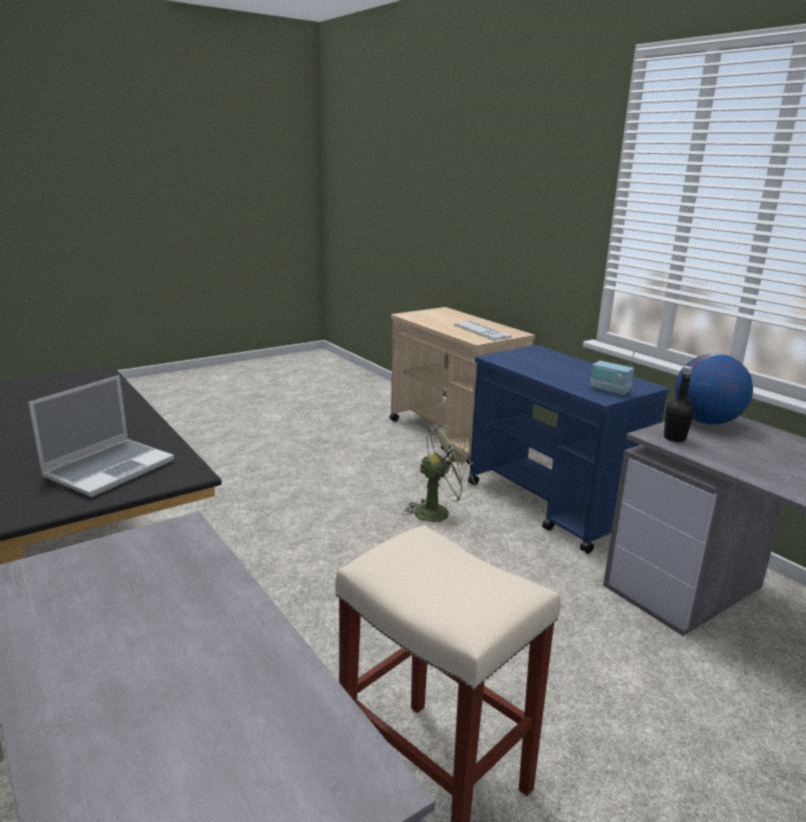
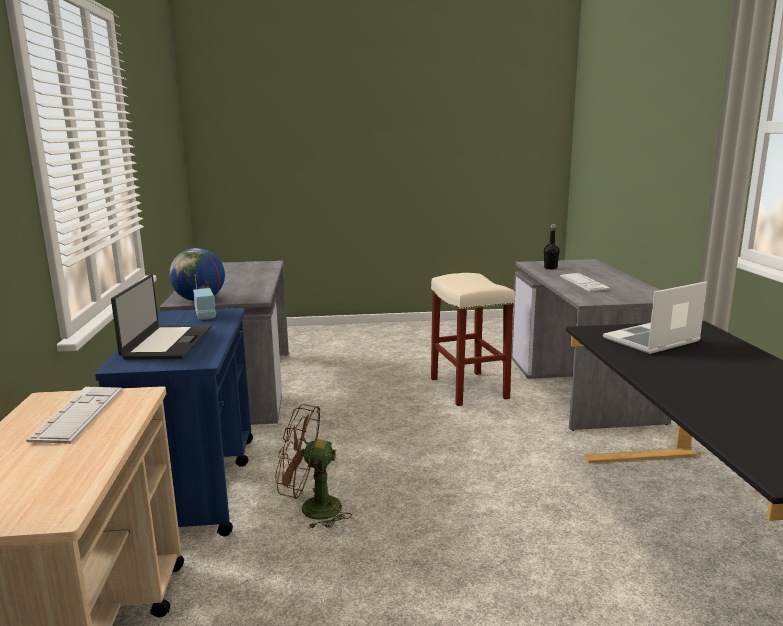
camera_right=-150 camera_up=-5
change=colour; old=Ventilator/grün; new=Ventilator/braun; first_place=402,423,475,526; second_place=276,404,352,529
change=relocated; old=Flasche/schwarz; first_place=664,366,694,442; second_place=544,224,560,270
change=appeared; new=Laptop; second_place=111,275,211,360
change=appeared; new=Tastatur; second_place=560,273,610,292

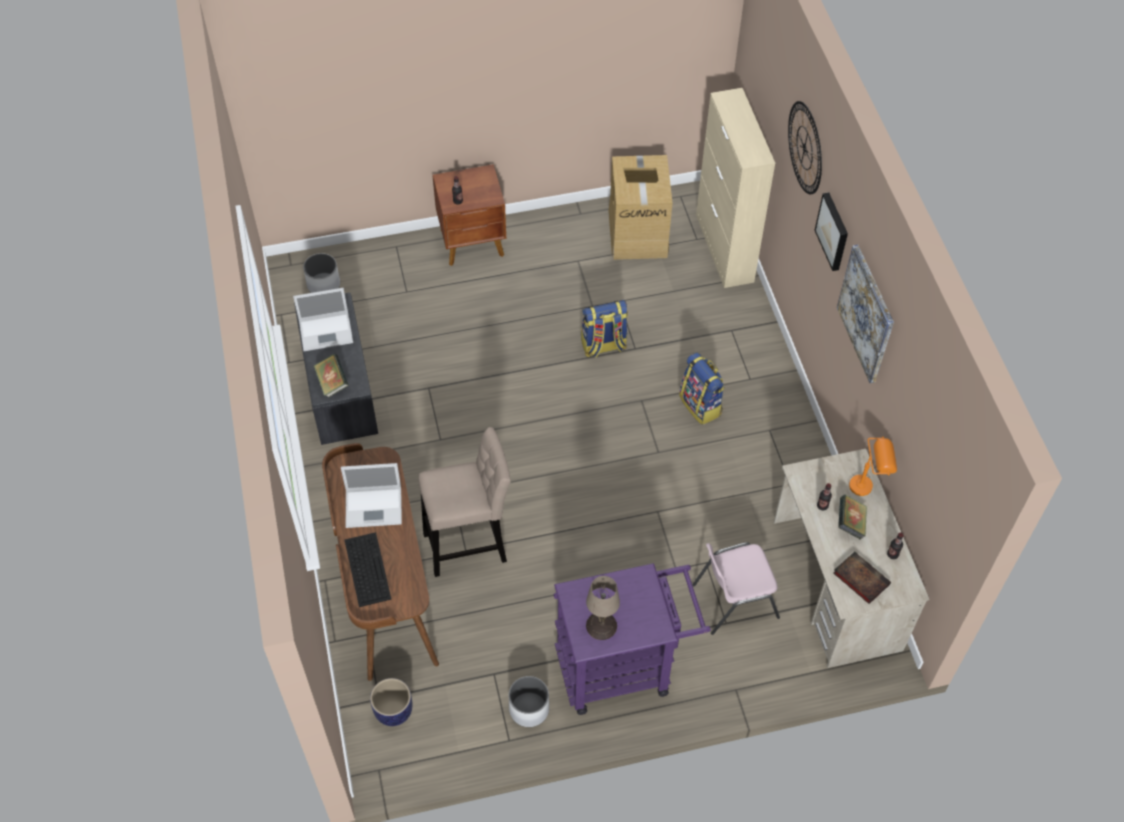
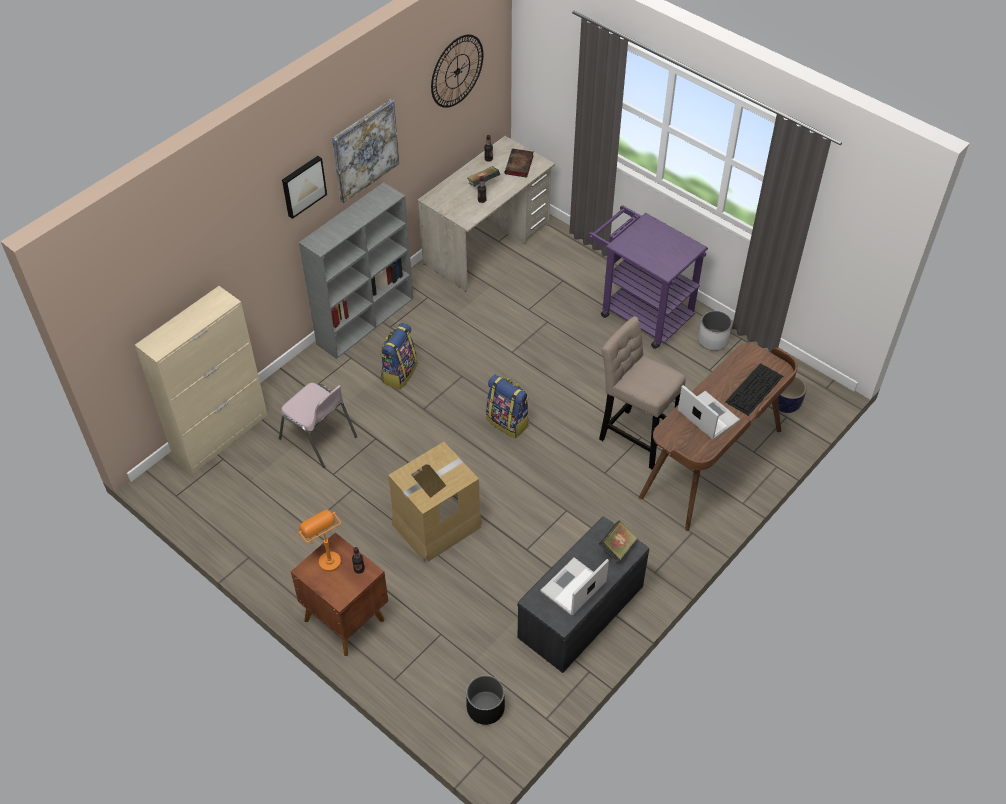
camera_right=-125 camera_up=-5
change=spun; old=Laptop; first_place=293,288,353,351; second_place=540,557,609,615; degrees=-90
change=colour; old=Pflanzkübel/weiß; new=Pflanzkübel/schwarz; first_place=303,253,340,293; second_place=466,675,505,725
change=relocated; old=Rucksack; first_place=581,300,628,357; second_place=486,374,529,438
change=missing; old=Tischlampe/beige; first_place=586,576,620,640
change=relocated; old=Karton; first_place=608,155,672,260; second_place=388,442,482,563
change=relocated; old=Stuhl/rosa; first_place=692,542,780,635; second_place=279,383,357,468
change=relocated; old=Wanduhr; first_place=788,101,822,194; second_place=431,34,483,108
change=relocated; old=Tischlampe/orange; first_place=849,437,897,496; second_place=298,510,341,572
change=appeared; new=Bücherregal/grau; second_place=299,182,413,359

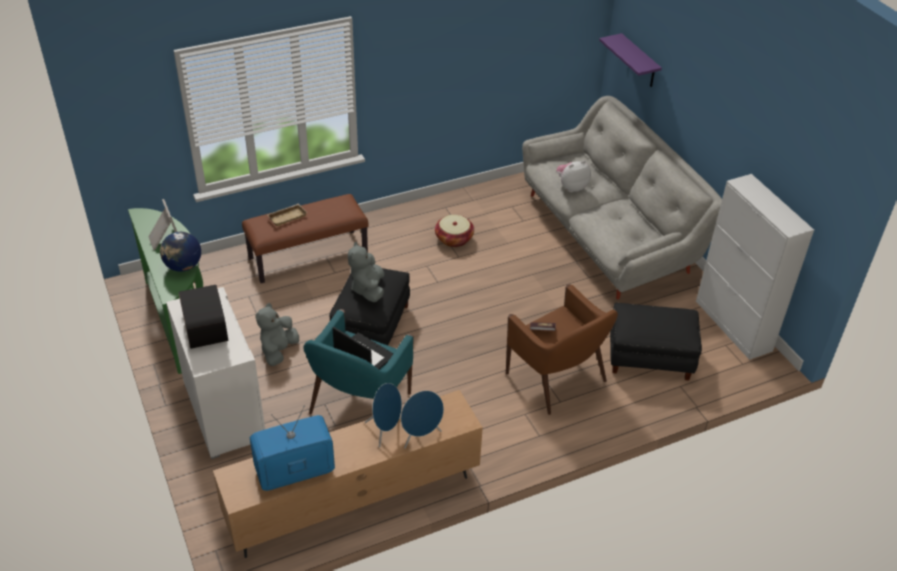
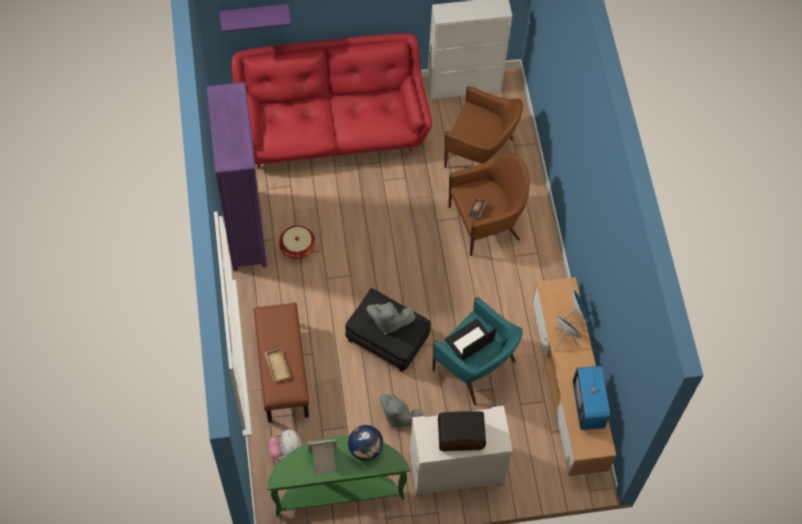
camera_right=-75 camera_up=20
change=colour; old=Sofa/grau; new=Sofa/rot; first_place=522,96,722,299; second_place=232,34,432,169
change=relocated; old=Plüschtier; first_place=557,161,591,192; second_place=269,429,302,460
change=exchanged; old=Polsterhocker/schwarz; new=Sessel/braun; first_place=610,303,702,380; second_place=444,86,523,168
change=appeared; new=Bücherregal/lila; second_place=207,82,267,271

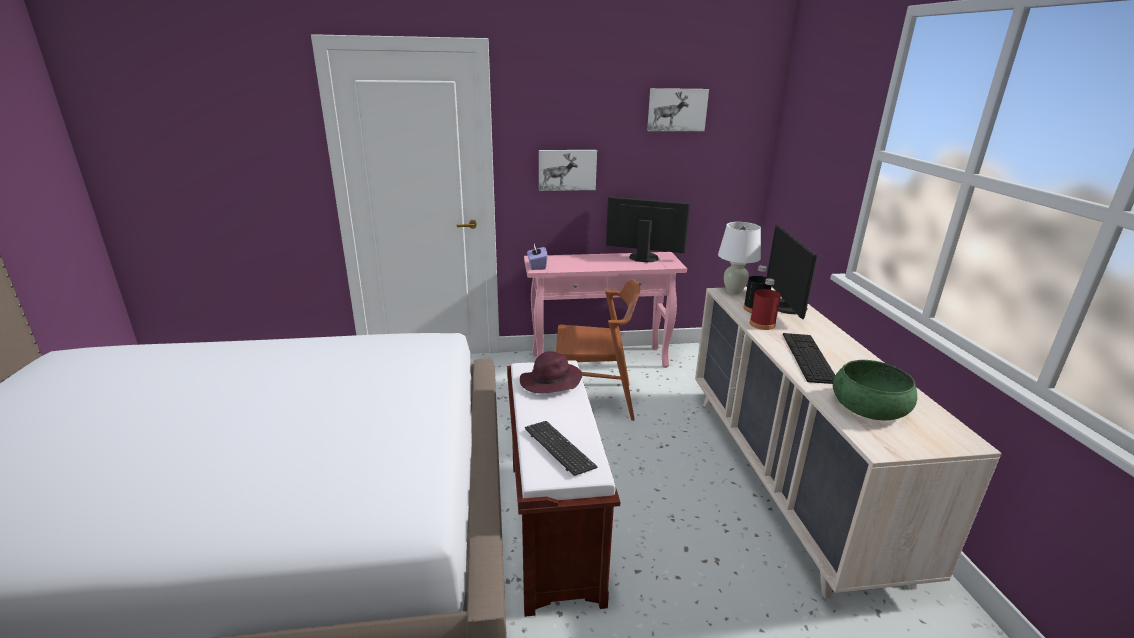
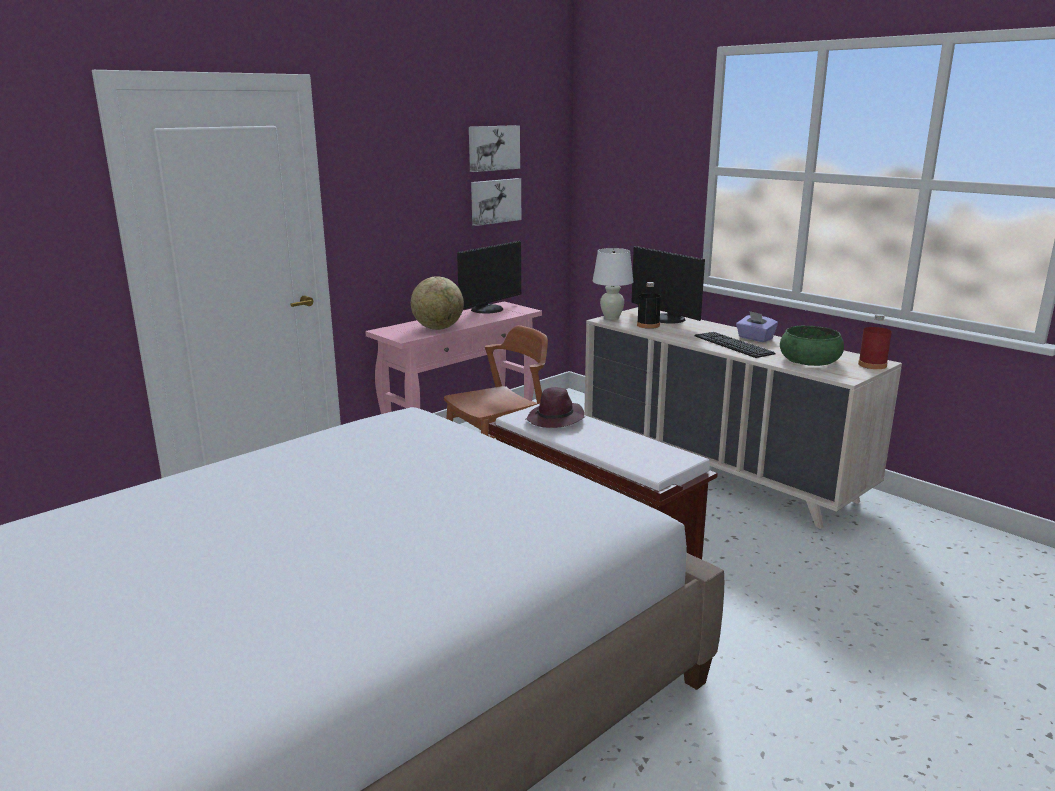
camera_right=-35 camera_up=-5
change=missing; old=Tastatur; first_place=525,421,597,476
change=relocated; old=Taschentuchbox/lila; first_place=527,244,547,270; second_place=736,311,778,342
change=relocated; old=Bild; first_place=539,150,597,191; second_place=471,178,521,226
change=spun; old=Monitor; first_place=606,196,691,263; second_place=457,241,521,314; degrees=150
change=relocated; old=Flasche/rot; first_place=750,278,781,330; second_place=858,314,892,369
change=appeared; new=Globus; second_place=411,276,464,330

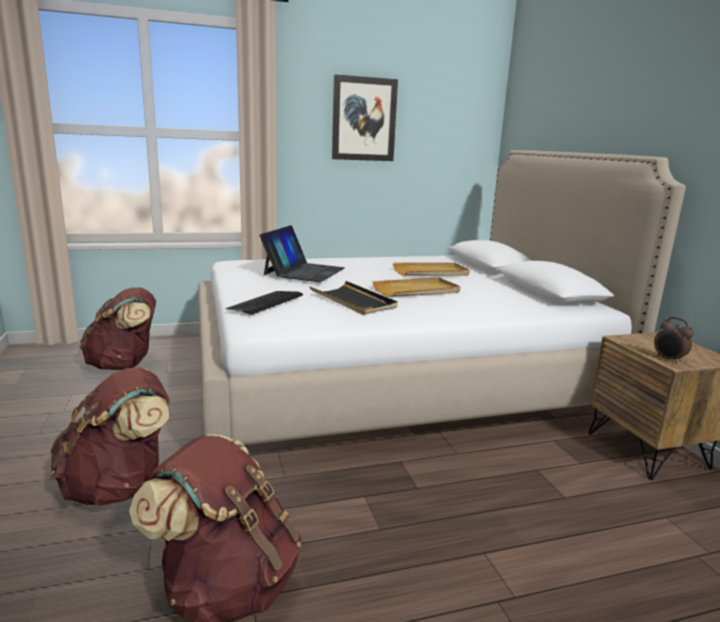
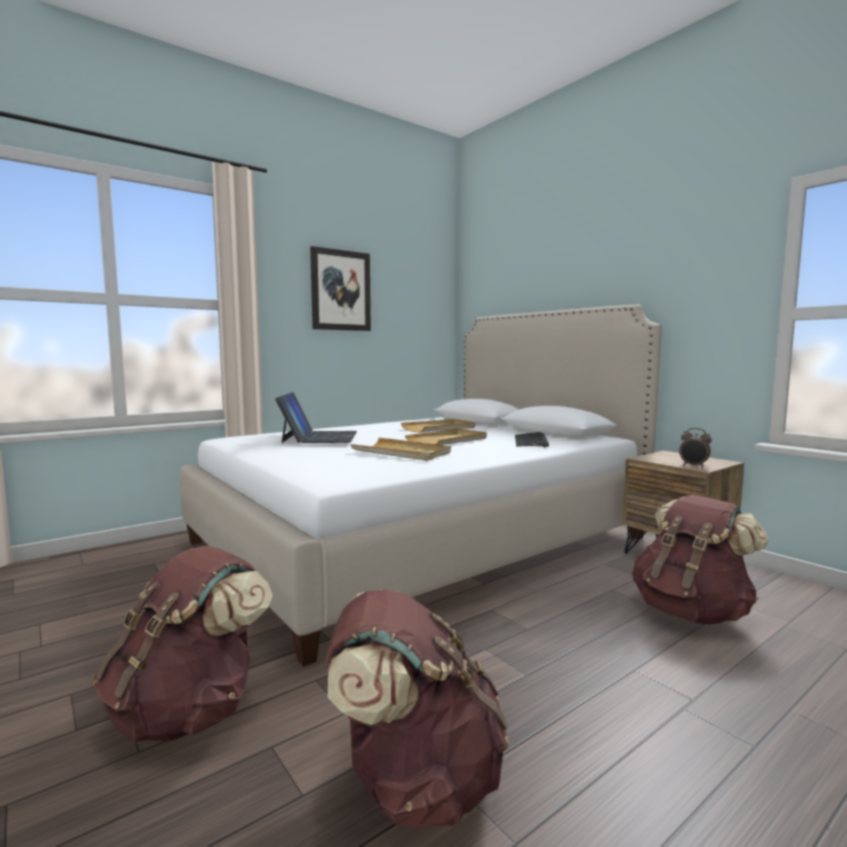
camera_right=-20 camera_up=-10
change=relocated; old=Rucksack/braun; first_place=79,287,156,370; second_place=632,495,769,625
change=relocated; old=Tastatur; first_place=226,291,303,315; second_place=515,432,549,447
change=colour; old=Tablett/schwarz; new=Tablett/beige; first_place=310,281,398,315; second_place=350,438,451,461

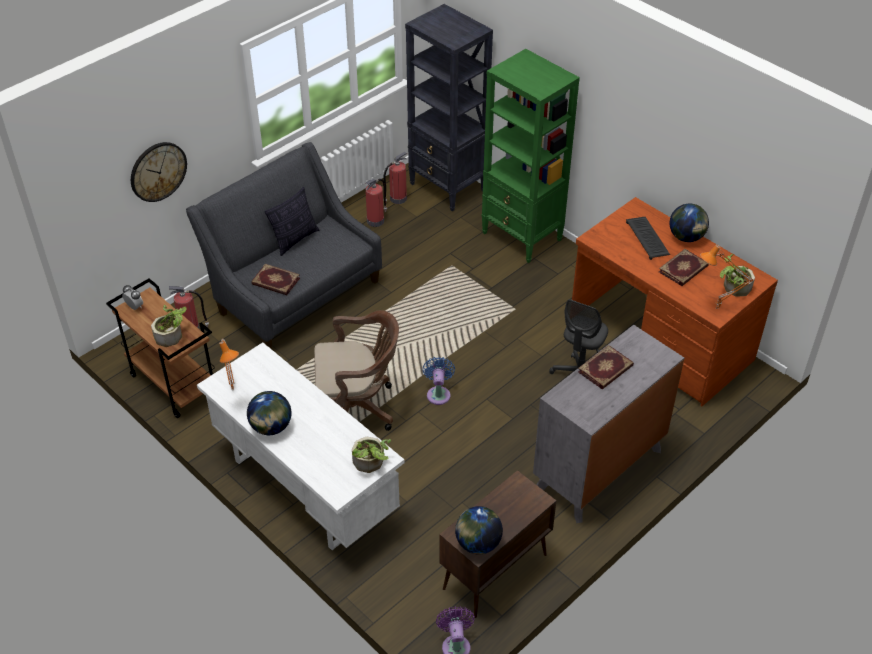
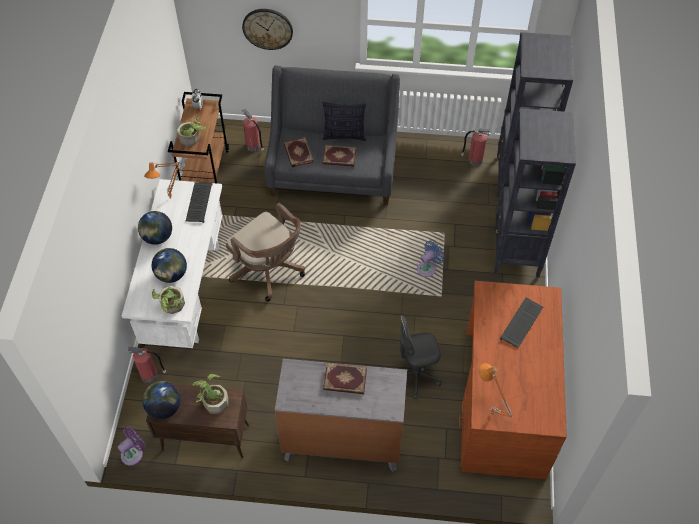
camera_right=50 camera_up=10
change=relocated; old=Feuerlöscher; first_place=365,179,387,227; second_place=128,347,166,383
change=relocated; old=Ventilator/blau; first_place=423,357,455,405; second_place=417,241,445,277
change=colour; old=Bücherregal/grün; new=Bücherregal/schwarz; first_place=481,49,580,263; second_place=494,108,576,277
change=relocated; old=Buch; first_place=659,249,709,286; second_place=322,145,356,167
change=relocated; old=Globus; first_place=669,204,709,242; second_place=152,248,187,283
change=relocated; old=Topfpflanze; first_place=720,254,755,297; second_place=193,374,229,414
change=appeared; new=Tastatur; second_place=186,182,212,223

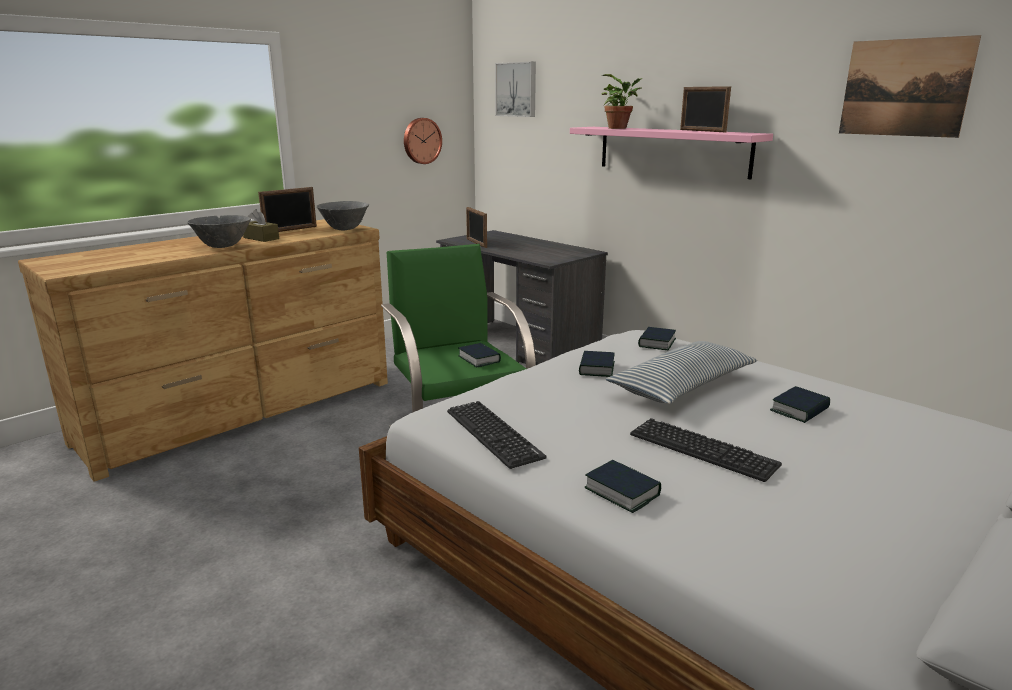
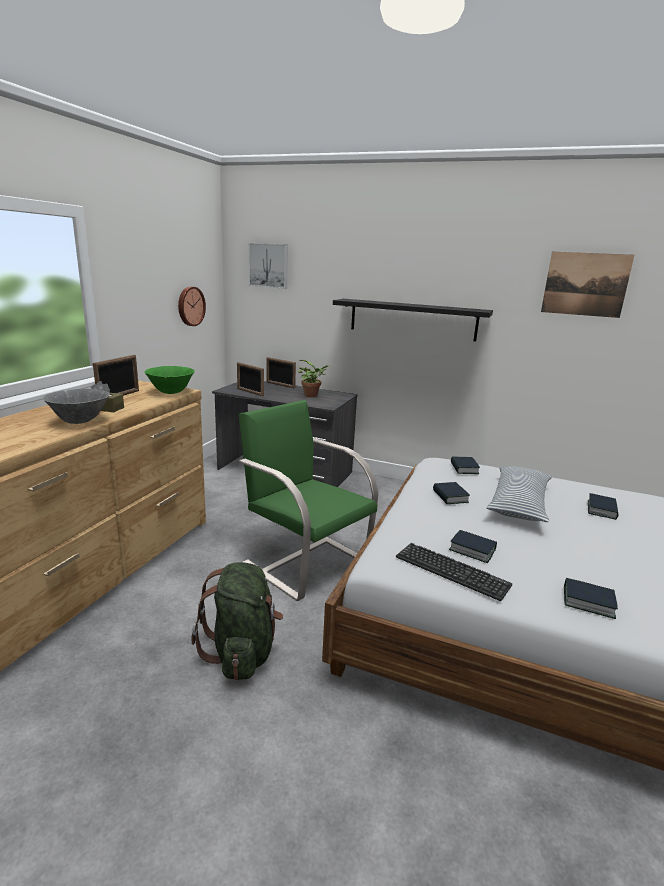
camera_right=-25 camera_up=0
change=colour; old=Schüssel/grau; new=Schüssel/grün; first_place=316,201,369,230; second_place=145,366,195,394
change=relocated; old=Buch; first_place=458,343,501,368; second_place=449,530,497,563
change=colour; old=Wandregal/rosa; new=Wandregal/schwarz; first_place=570,127,773,179; second_place=333,299,493,341
change=relocated; old=Topfpflanze; first_place=601,74,642,129; second_place=297,360,330,397
change=missing; old=Tastatur; first_place=630,418,782,482
change=relocated; old=Bilderrahmen; first_place=680,86,731,132; second_place=266,357,296,388
change=appeared; new=Rucksack/grün; second_place=191,562,283,680

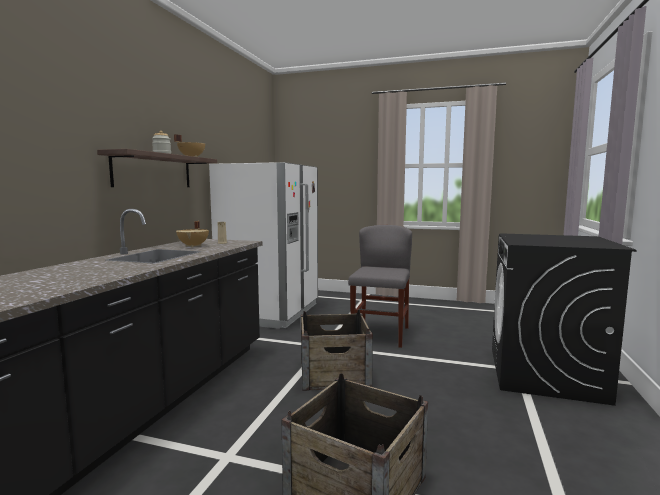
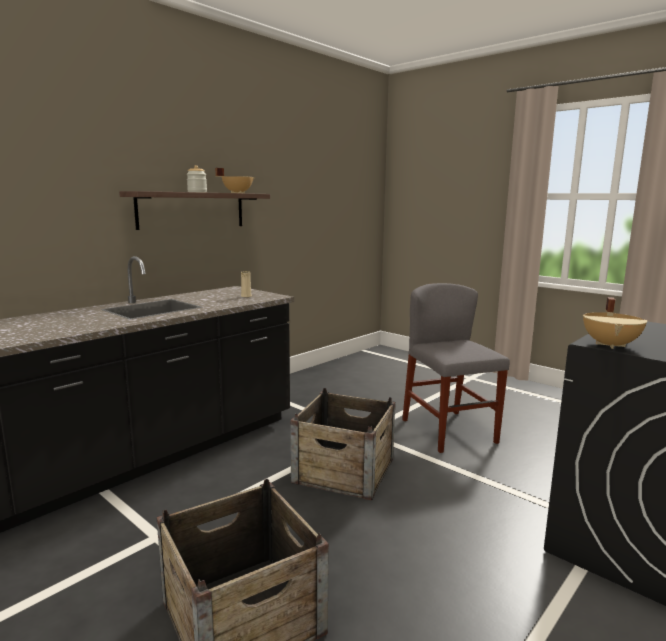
camera_right=25 camera_up=5
change=relocated; old=Kochtopf/beige; first_place=176,221,209,247; second_place=583,297,647,349
change=missing; old=Kühlschrank/weiß; first_place=209,162,318,329
change=spun; old=Stuhl/grau; first_place=348,225,412,348; second_place=402,283,510,453; degrees=-60

